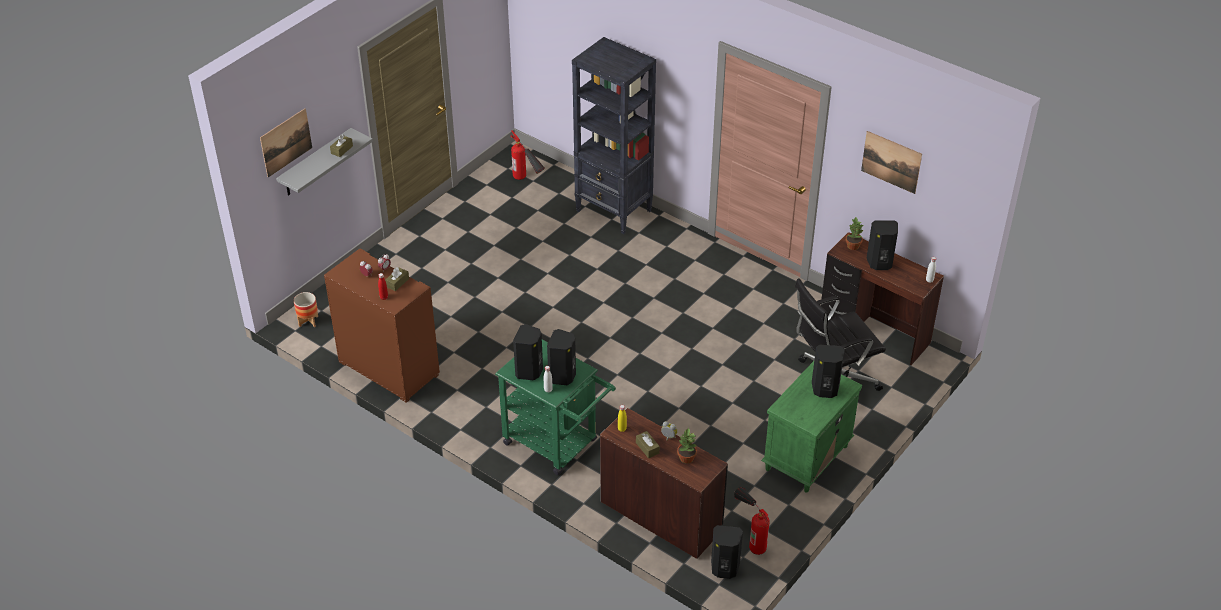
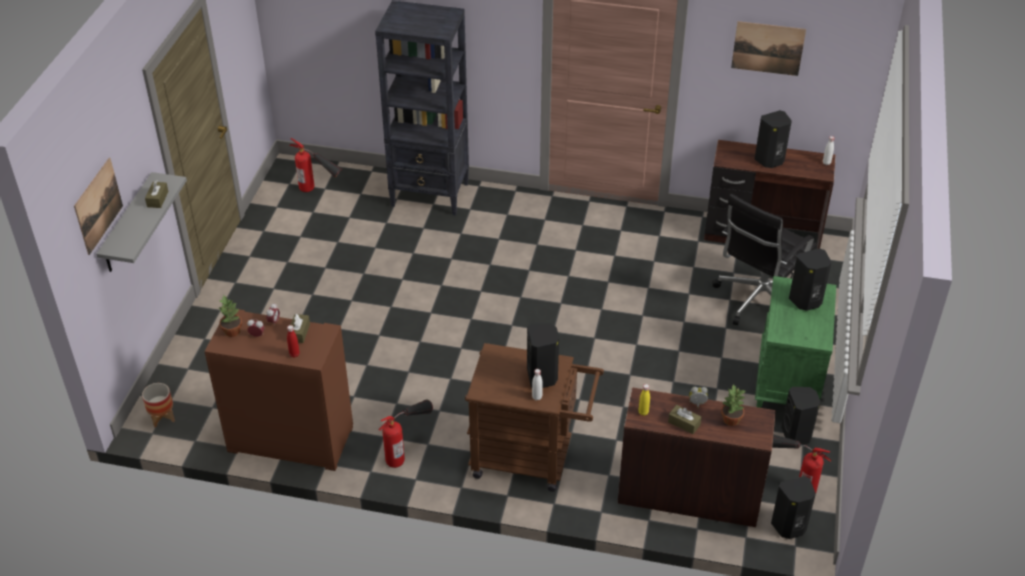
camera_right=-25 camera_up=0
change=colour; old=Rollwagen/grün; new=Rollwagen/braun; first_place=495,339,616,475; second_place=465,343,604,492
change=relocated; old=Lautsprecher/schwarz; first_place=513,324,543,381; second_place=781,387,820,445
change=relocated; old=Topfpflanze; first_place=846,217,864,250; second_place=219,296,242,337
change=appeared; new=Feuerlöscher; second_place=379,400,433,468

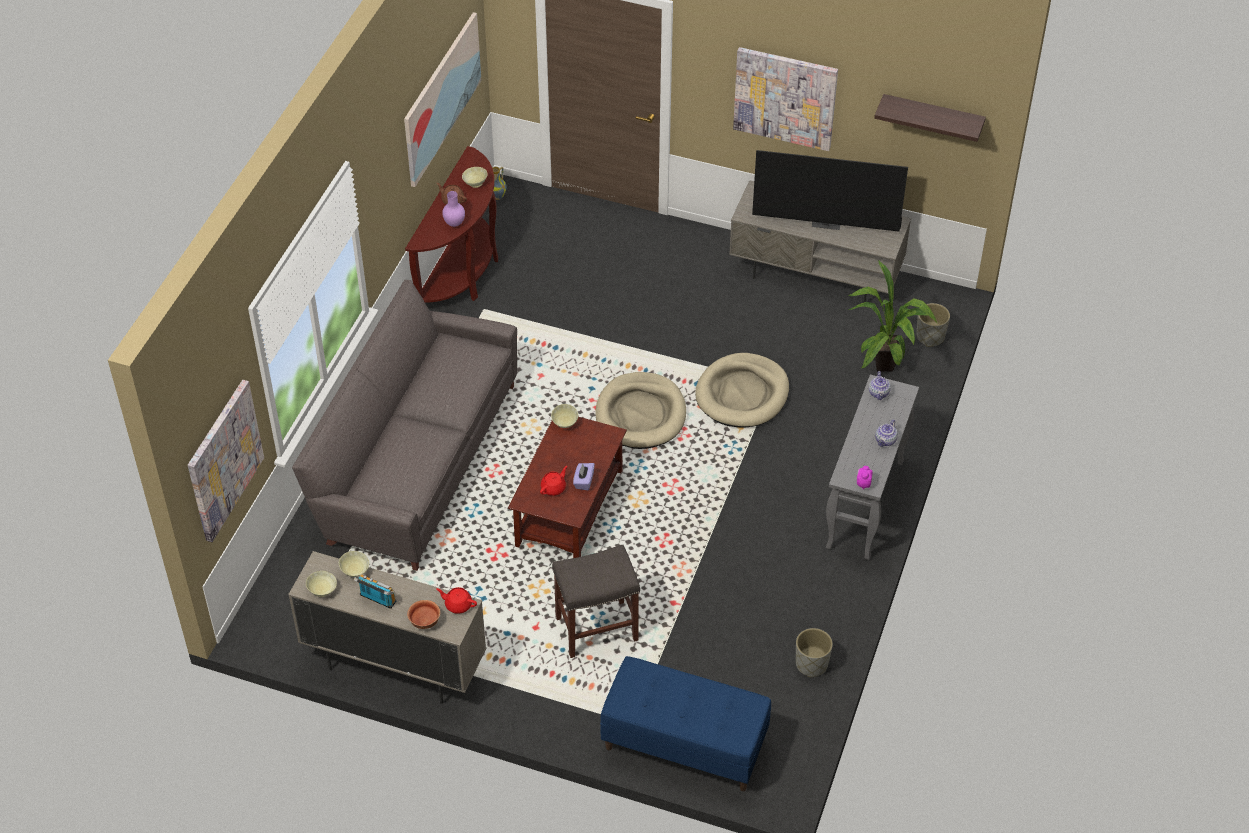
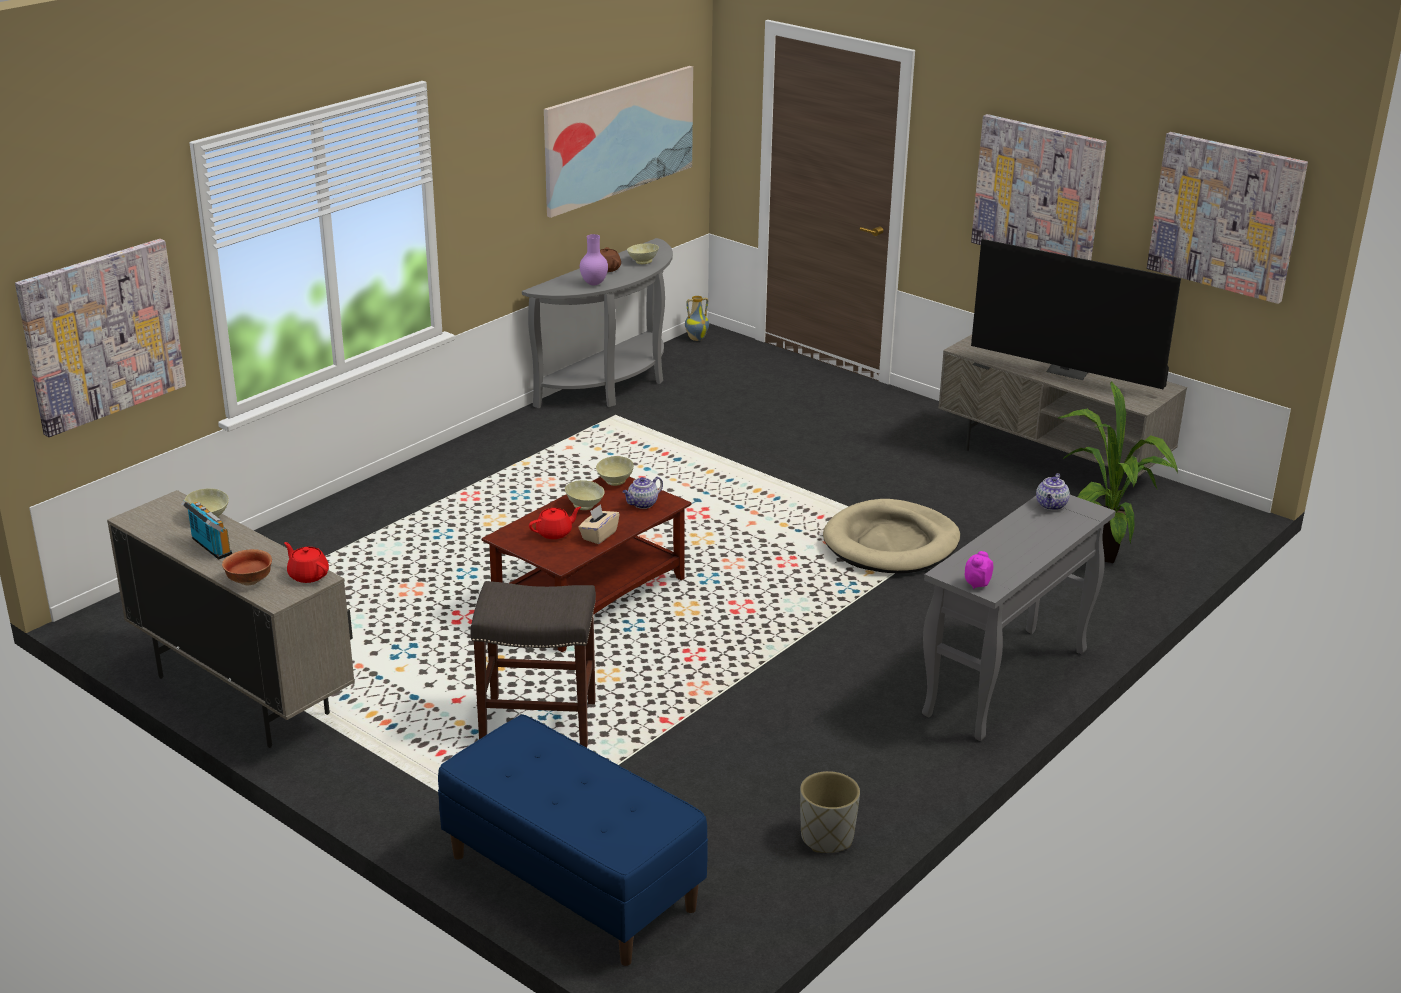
camera_right=20 camera_up=-20
change=missing; old=Sofa/grau; first_place=292,280,517,571
change=relocated; old=Schüssel/beige; first_place=306,571,337,597; second_place=565,480,605,510
change=colour; old=Konsolentisch/braun; new=Konsolentisch/grau; first_place=405,146,498,303; second_place=522,238,673,409
change=colour; old=Taschentuchbox/lila; new=Taschentuchbox/beige; first_place=573,463,595,490; second_place=578,504,620,544
change=missing; old=Hundebett/beige; first_place=595,372,686,449
change=exchanged; old=Wandregal; new=Bild; first_place=874,94,986,142; second_place=1147,132,1308,304
change=relocated; old=Teekanne; first_place=875,419,898,447; second_place=622,477,663,509
change=missing; old=Pflanzkübel/grau; first_place=917,303,950,347

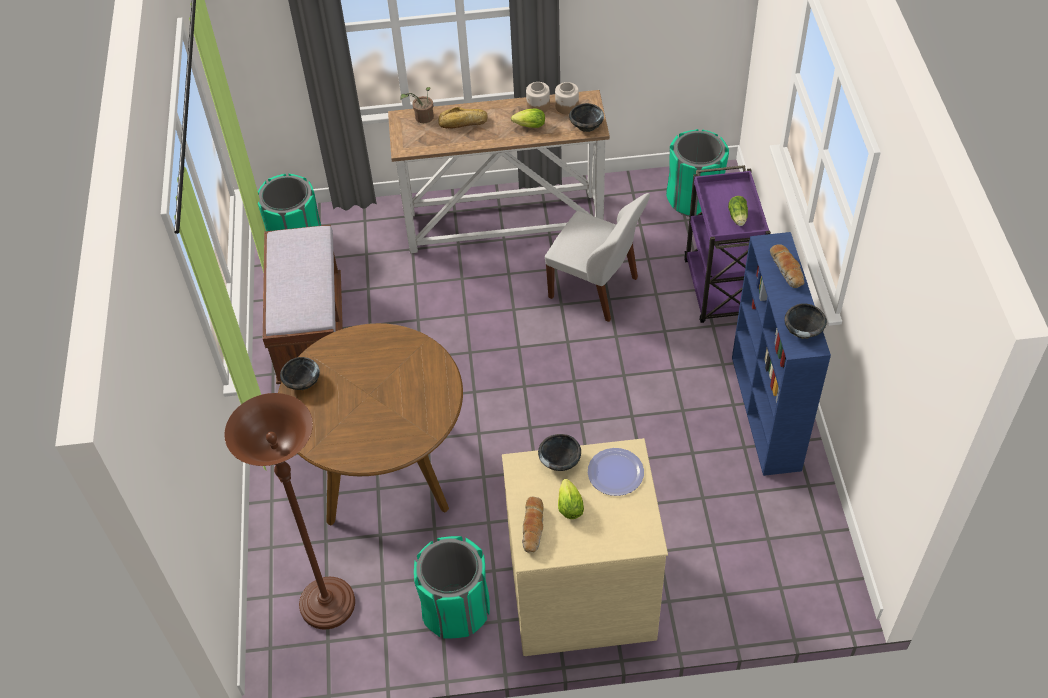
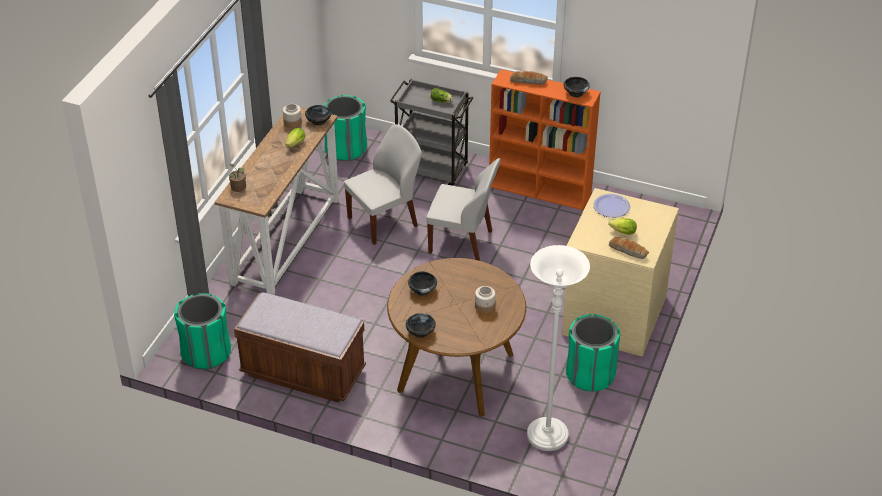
camera_right=-65 camera_up=-10
change=colour; old=Stehlampe/braun; new=Stehlampe/weiß; first_place=224,393,355,629; second_place=527,245,590,451
change=missing; old=Brot; first_place=439,107,488,129
change=relocated; old=Vorratsglas; first_place=526,82,550,113; second_place=475,286,495,313
change=relocated; old=Schüssel/schwarz; first_place=538,434,581,471; second_place=408,271,437,296
change=colour; old=Rollwagen/lila; new=Rollwagen/grau; first_place=684,165,771,323; second_place=390,79,474,186
change=colour; old=Bücherregal/blau; new=Bücherregal/orange; first_place=732,232,831,476; second_place=489,69,601,210
change=appeared; new=Stuhl/weiß; second_place=426,158,501,261

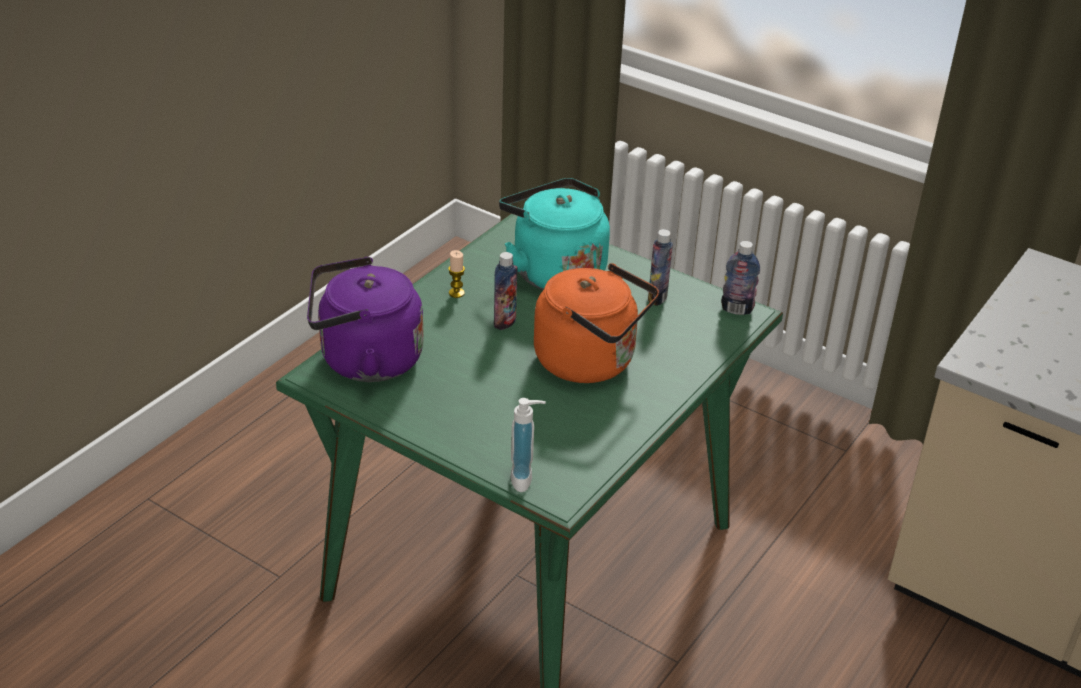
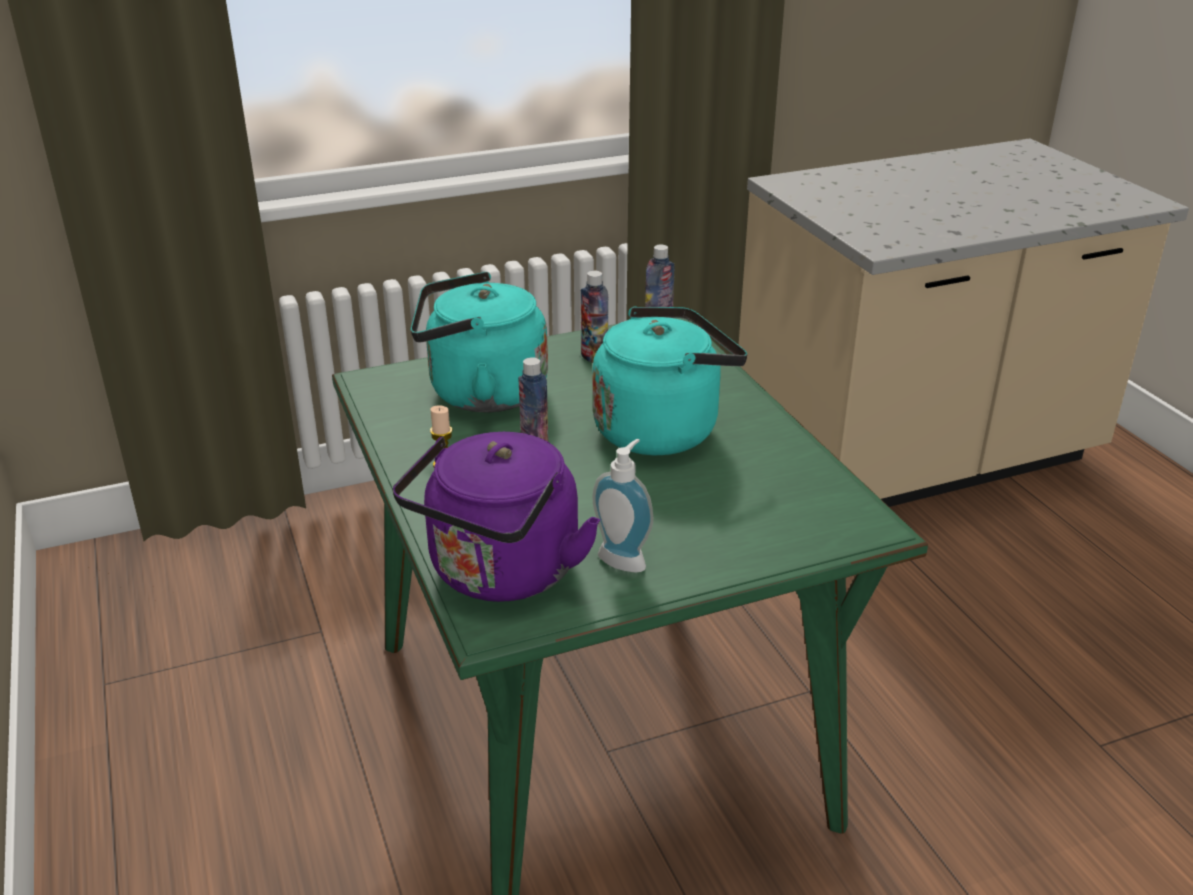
camera_right=-55 camera_up=-5
change=relocated; old=Seifenspender; first_place=511,398,546,492; second_place=593,439,653,573
change=colour; old=Wasserkessel/orange; new=Wasserkessel/türkis; first_place=534,263,659,383; second_place=592,307,747,455

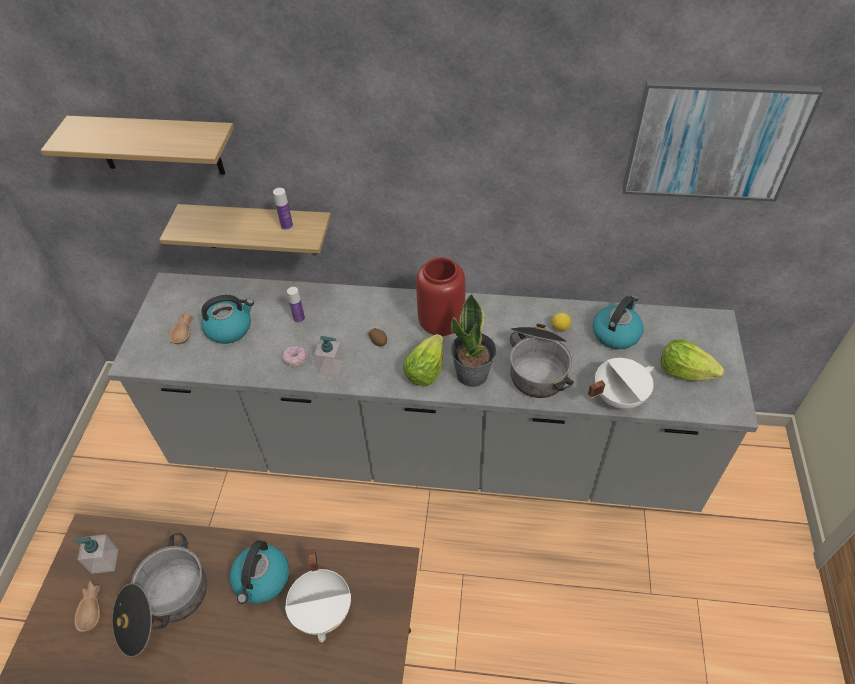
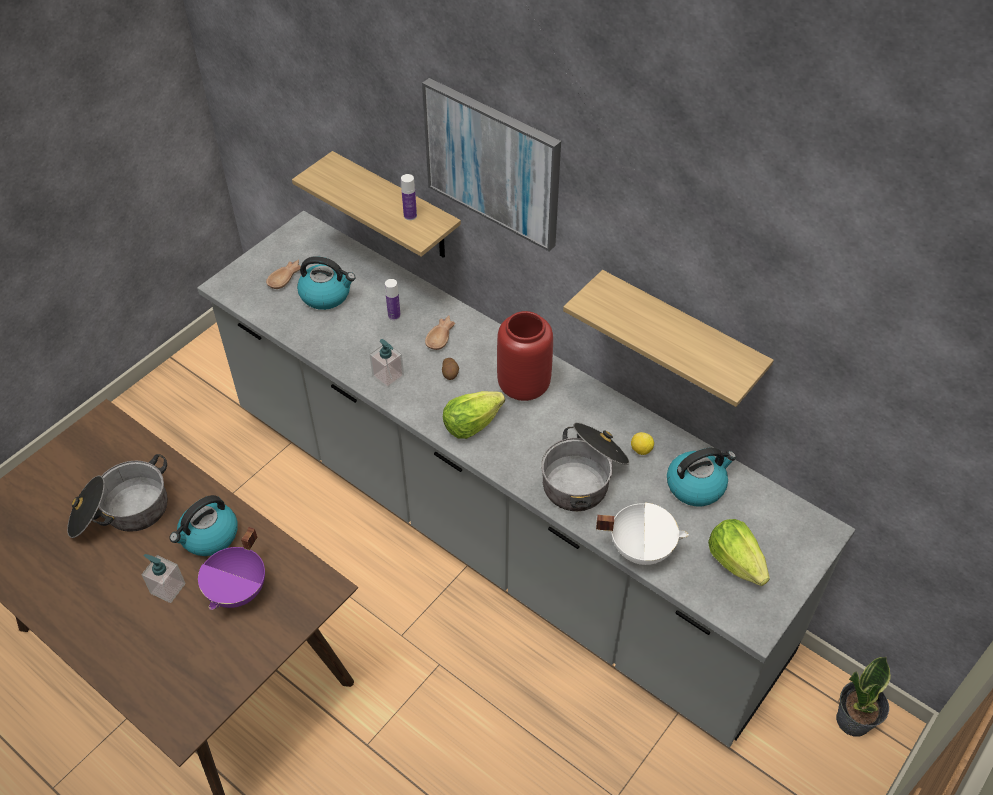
camera_right=30 camera_up=0
change=relocated; old=Wandregal; first_place=40,116,234,174; second_place=563,270,774,407
change=relocated; old=Seifenspender; first_place=72,535,118,574; second_place=141,554,186,603
change=relocated; old=Schüssel/braun; first_place=74,581,101,632; second_place=425,315,455,350
change=missing; old=Donut; first_place=282,346,306,366
change=colour; old=Kochtopf/weiß; new=Kochtopf/lila; first_place=285,549,351,642; second_place=198,527,265,610
change=relocated; old=Topfpflanze; first_place=451,294,497,387; second_place=836,657,891,737
change=relocated; old=Bild; first_place=622,79,823,202; second_place=422,78,561,251

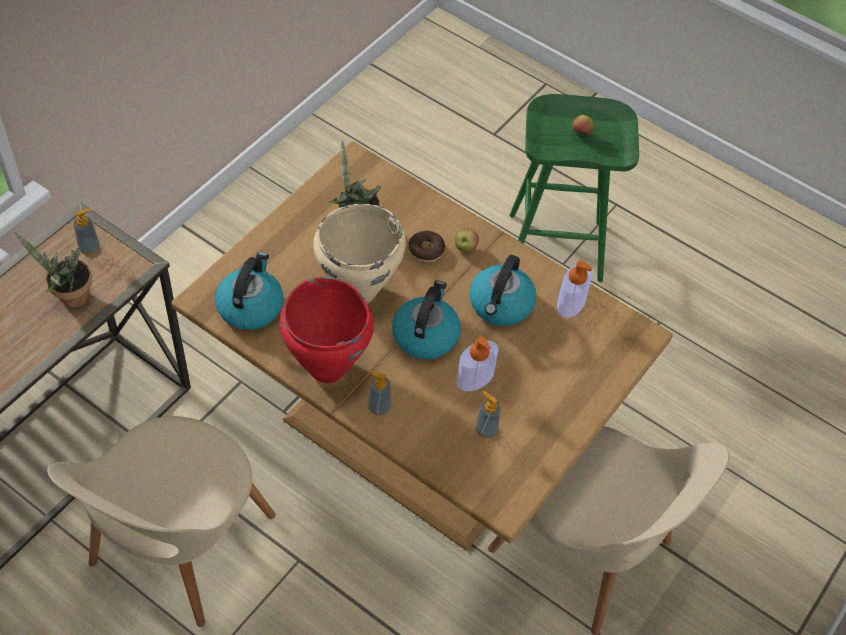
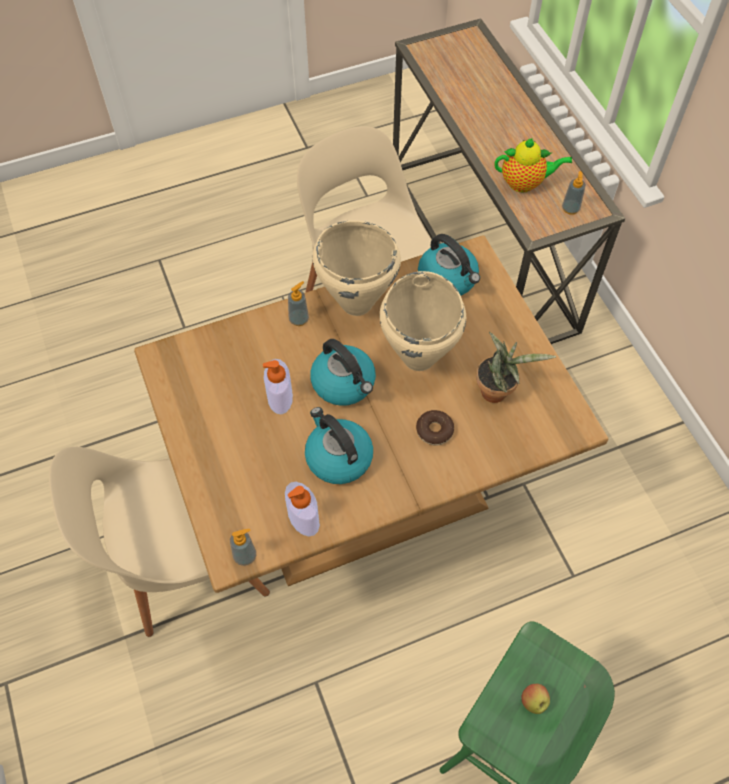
camera_right=125 camera_up=5
change=exchanged; old=Topfpflanze; new=Teekanne; first_place=14,231,92,308; second_place=495,138,572,193
change=colour; old=Kochtopf/rot; new=Kochtopf/beige; first_place=280,277,374,383; second_place=313,220,401,316
change=missing; old=Apfel; first_place=455,228,479,252
change=relocated; old=Seifenspender; first_place=475,391,501,439; second_place=230,529,256,566

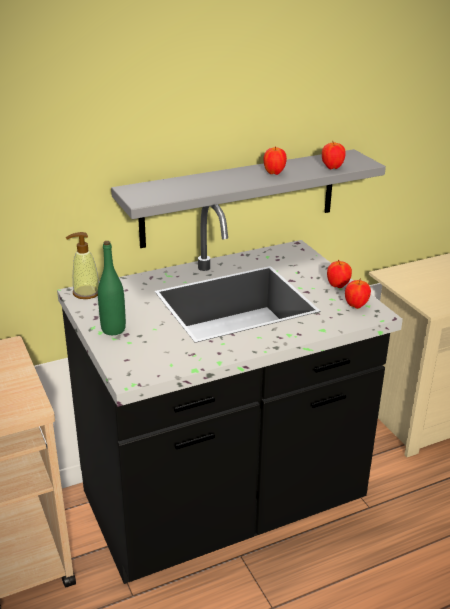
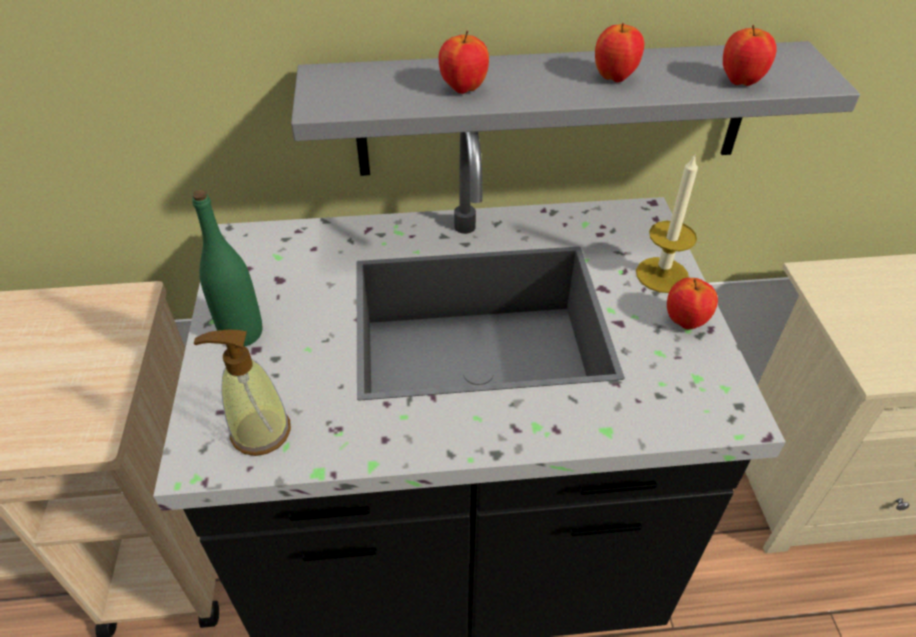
camera_right=20 camera_up=15
change=relocated; old=Seifenspender; first_place=66,232,99,299; second_place=194,330,291,456
change=relocated; old=Apfel; first_place=345,279,371,309; second_place=438,31,489,94
change=appeared; new=Kerze; second_place=636,154,698,293

